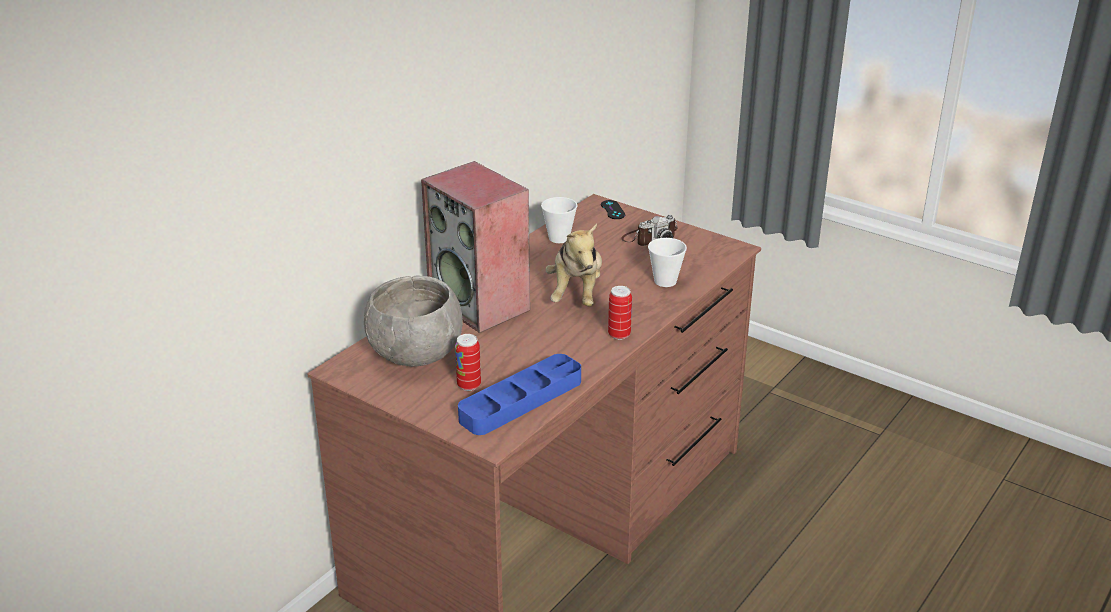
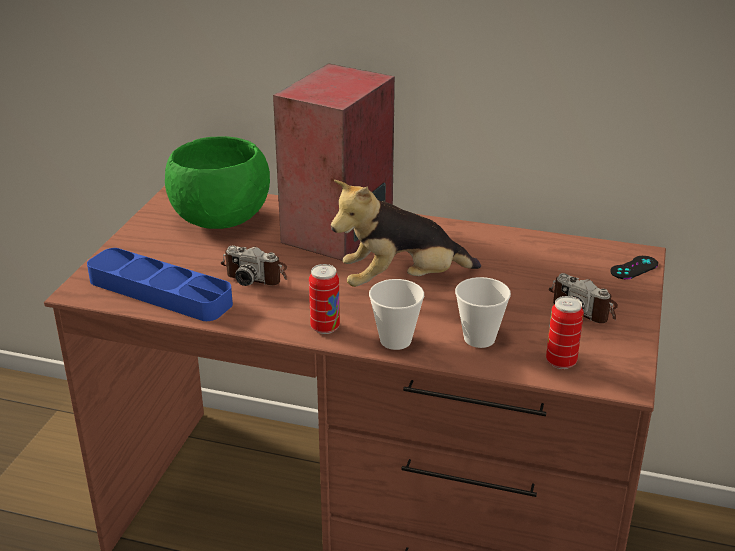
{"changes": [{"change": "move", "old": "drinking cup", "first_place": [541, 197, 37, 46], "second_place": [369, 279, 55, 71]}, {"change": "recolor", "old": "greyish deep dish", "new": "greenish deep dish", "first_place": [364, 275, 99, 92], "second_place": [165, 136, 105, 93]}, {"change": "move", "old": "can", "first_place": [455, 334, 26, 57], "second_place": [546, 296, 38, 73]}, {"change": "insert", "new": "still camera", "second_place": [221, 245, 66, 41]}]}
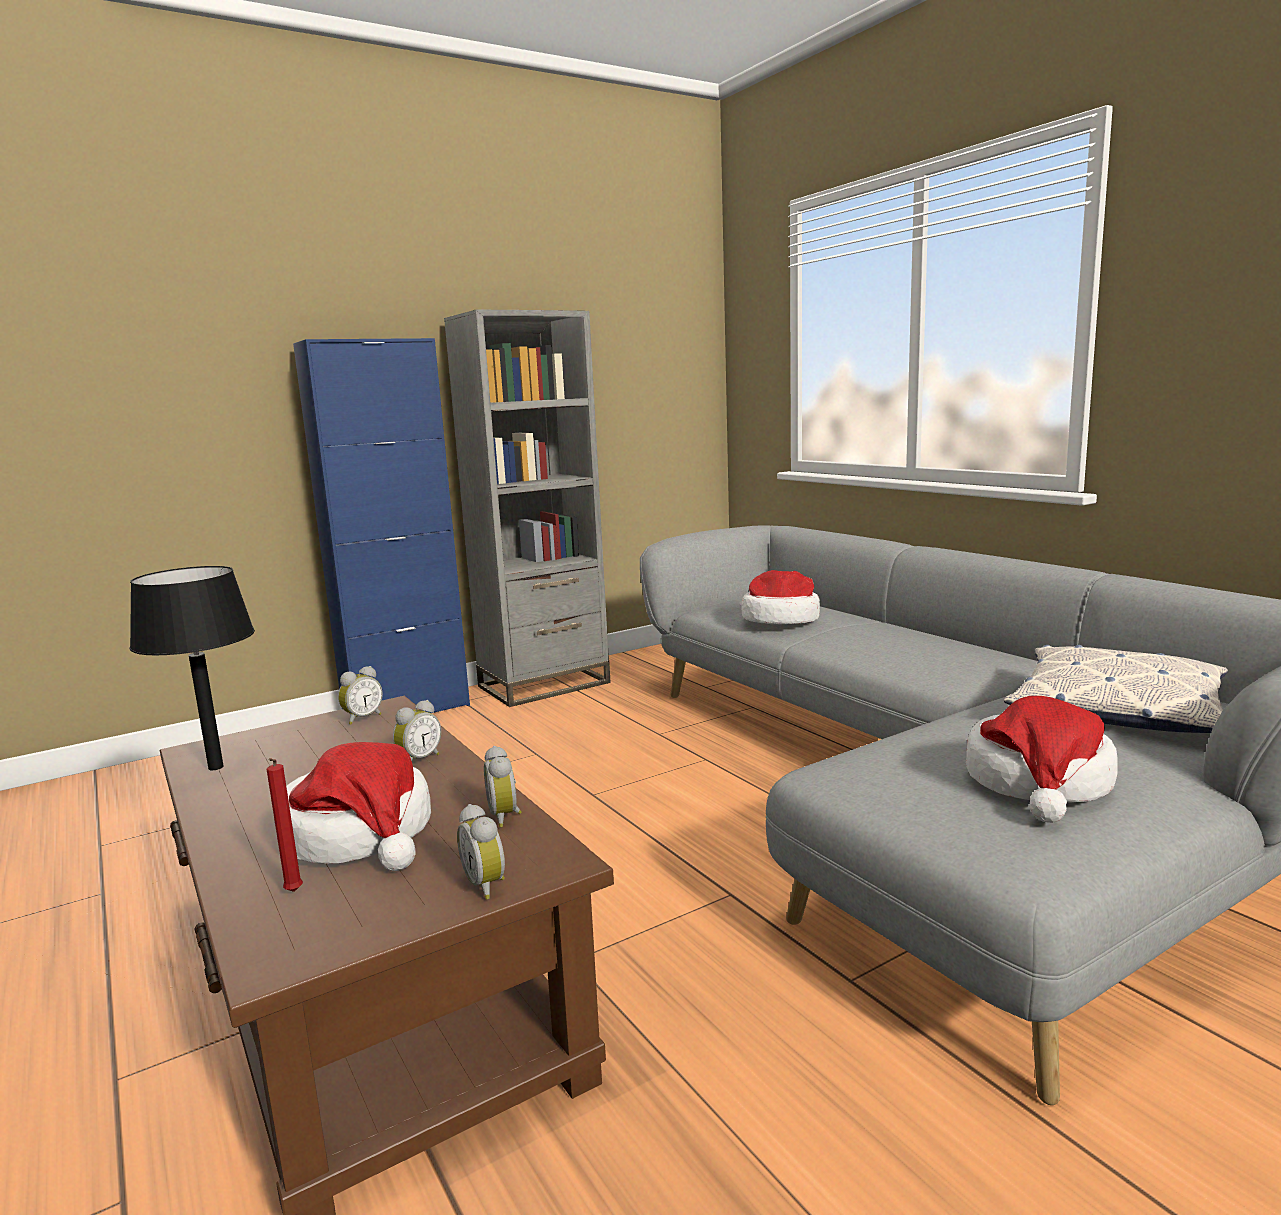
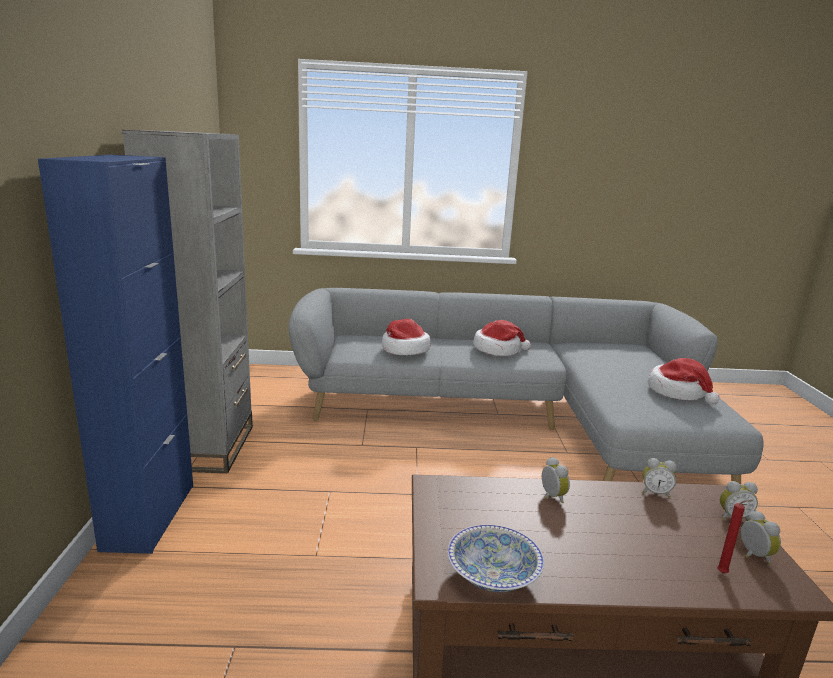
{"changes": [{"change": "replace", "old": "blackish lamp for a table", "new": "deep dish", "first_place": [130, 566, 125, 204], "second_place": [448, 525, 96, 67]}, {"change": "delete", "old": "pillow", "first_place": [1004, 645, 224, 88]}, {"change": "move", "old": "bedside clock", "first_place": [338, 666, 45, 59], "second_place": [741, 510, 40, 55]}, {"change": "move", "old": "hat", "first_place": [274, 742, 157, 129], "second_place": [473, 320, 58, 36]}]}
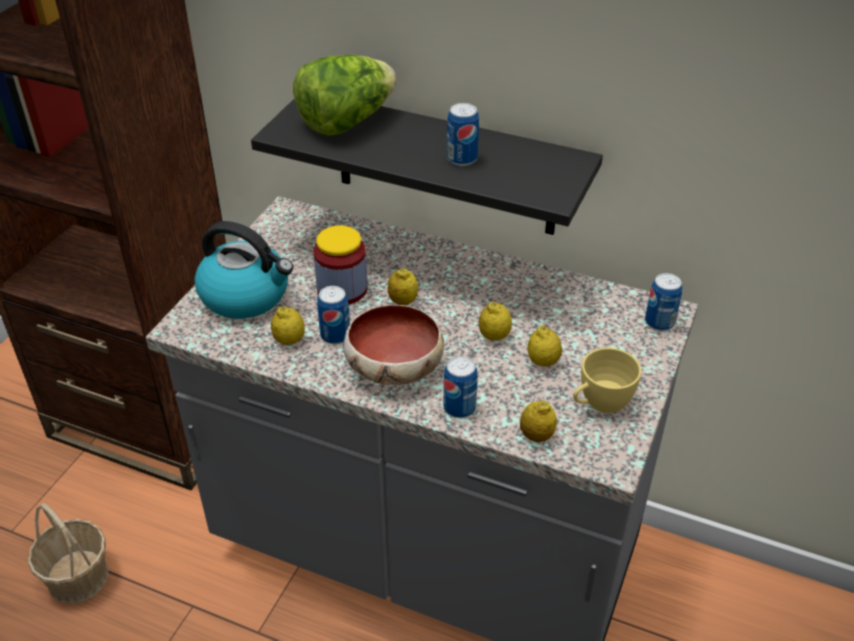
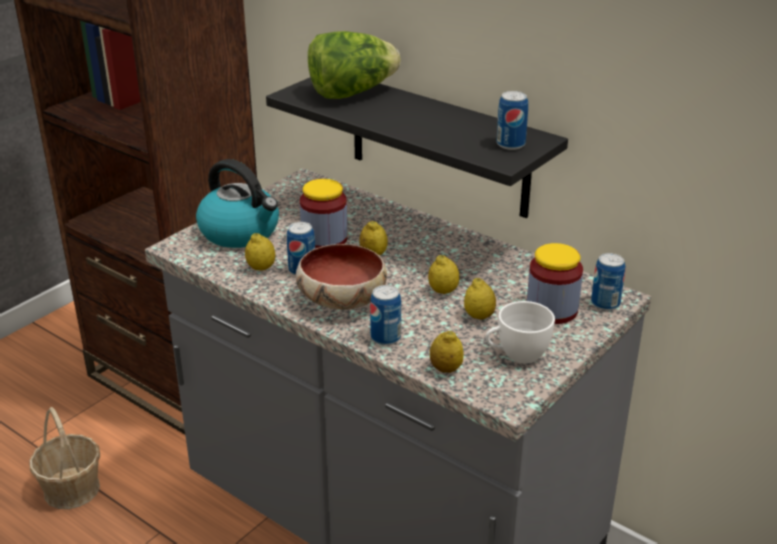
{"changes": [{"change": "move", "old": "can", "first_place": [447, 103, 32, 63], "second_place": [496, 91, 32, 59]}, {"change": "recolor", "old": "yellow drinking cup", "new": "whitish drinking cup", "first_place": [573, 348, 68, 65], "second_place": [486, 301, 69, 63]}, {"change": "insert", "new": "jar", "second_place": [527, 243, 56, 81]}]}
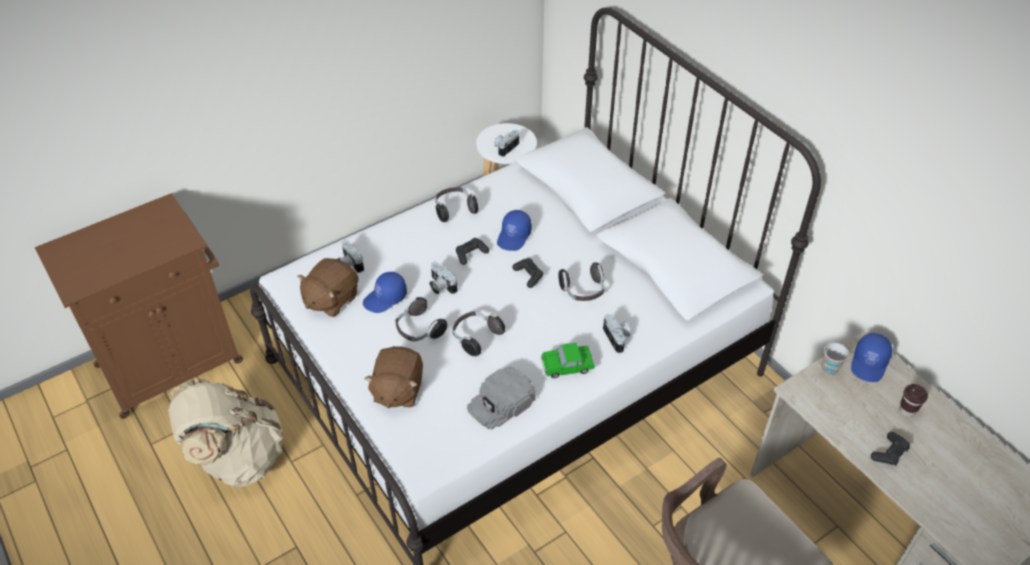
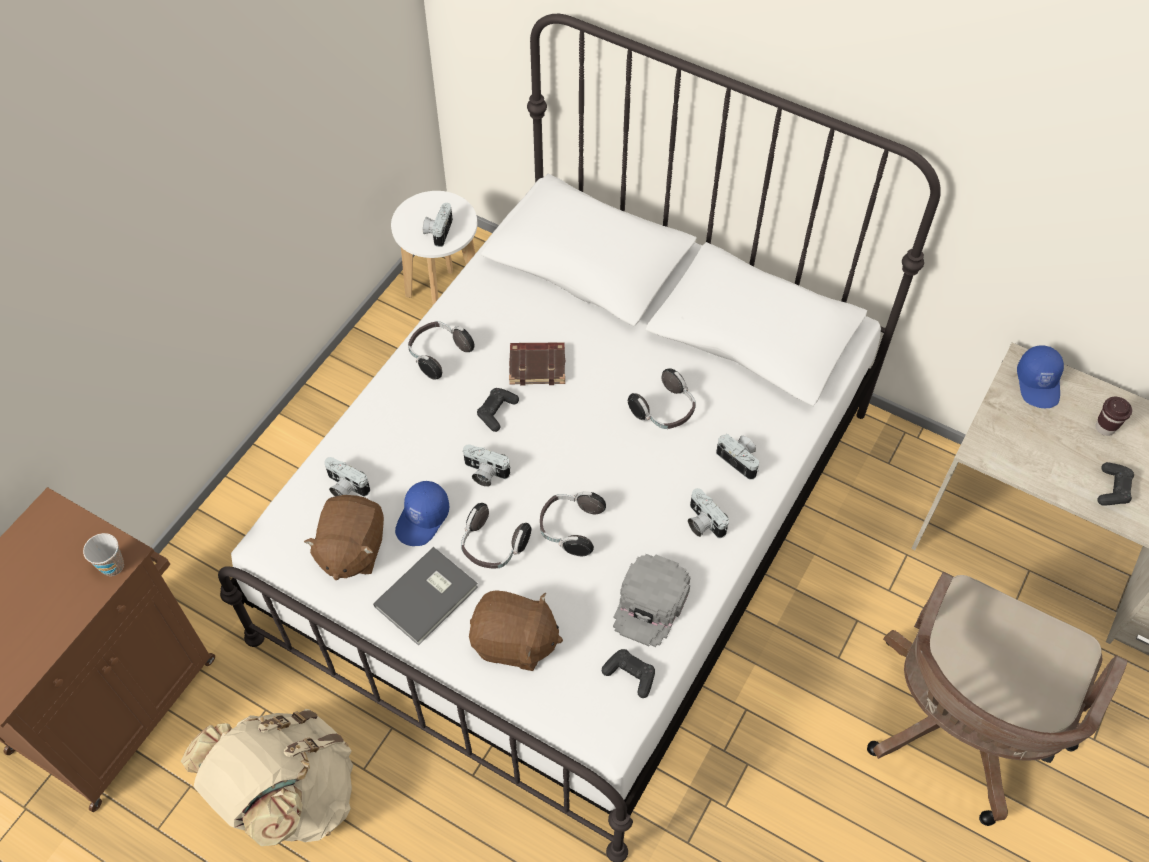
{"changes": [{"change": "replace", "old": "bluish baseball cap", "new": "brown-coloured volume", "first_place": [497, 210, 35, 41], "second_place": [509, 342, 56, 44]}, {"change": "move", "old": "blackish game controller", "first_place": [512, 258, 31, 30], "second_place": [602, 649, 53, 49]}, {"change": "move", "old": "drinking cup", "first_place": [822, 342, 27, 33], "second_place": [83, 533, 41, 43]}, {"change": "replace", "old": "toy car", "new": "still camera", "first_place": [541, 343, 54, 35], "second_place": [688, 488, 41, 50]}, {"change": "rotate", "old": "brown-coloured cuddly toy", "first_place": [364, 346, 59, 62], "second_place": [469, 590, 94, 81], "degrees": -60}, {"change": "insert", "new": "greyish volume", "second_place": [373, 547, 105, 99]}]}
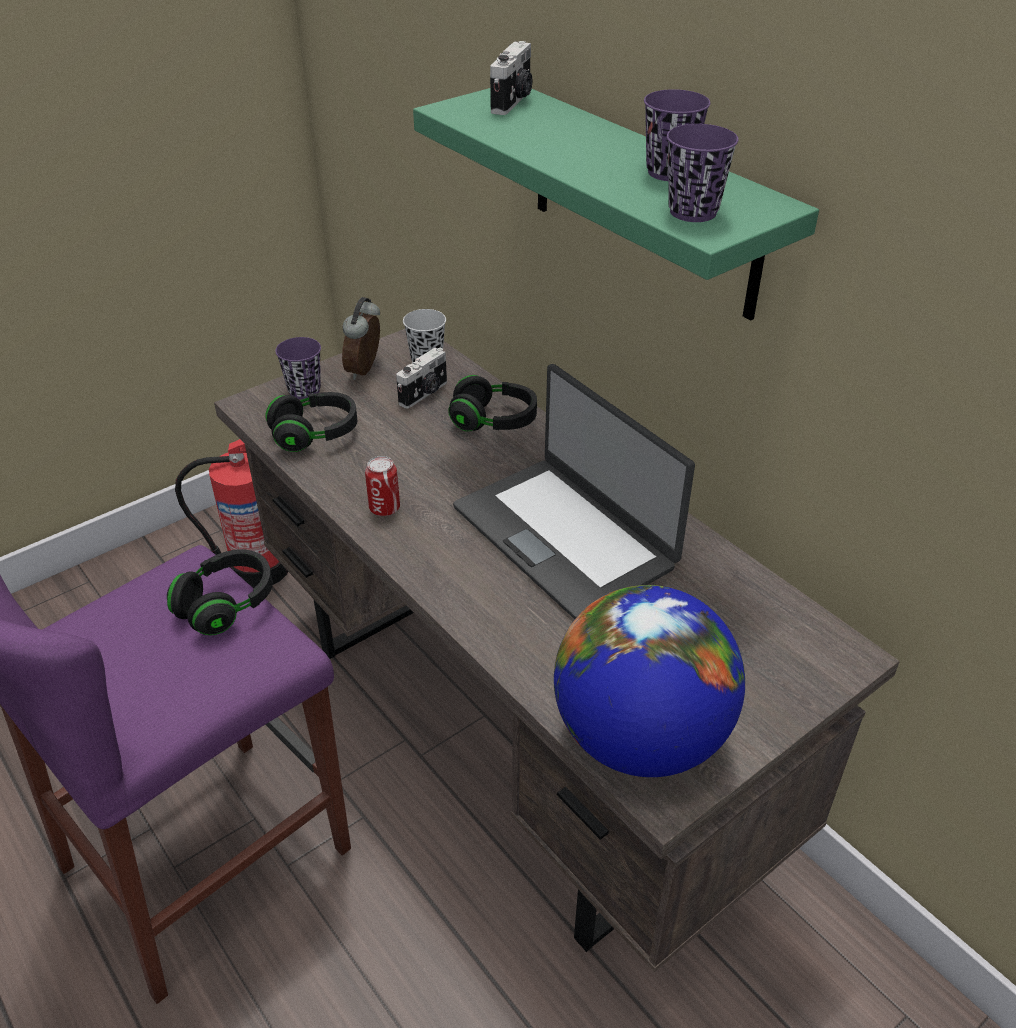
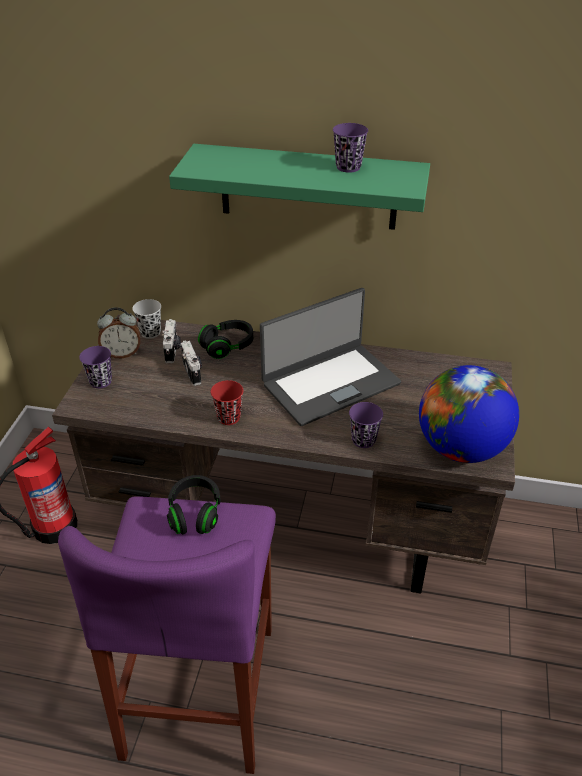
{"changes": [{"change": "move", "old": "still camera", "first_place": [490, 41, 42, 74], "second_place": [180, 341, 22, 45]}, {"change": "move", "old": "purple drinking cup", "first_place": [667, 124, 71, 98], "second_place": [349, 402, 34, 46]}, {"change": "rotate", "old": "bedside clock", "first_place": [342, 297, 38, 83], "second_place": [97, 307, 43, 51], "degrees": -75}, {"change": "rotate", "old": "notebook computer", "first_place": [453, 364, 242, 255], "second_place": [260, 288, 141, 138], "degrees": -45}, {"change": "delete", "old": "blackish pair of headphones", "first_place": [265, 392, 92, 60]}, {"change": "replace", "old": "can", "new": "red drinking cup", "first_place": [365, 456, 35, 60], "second_place": [211, 380, 32, 45]}]}
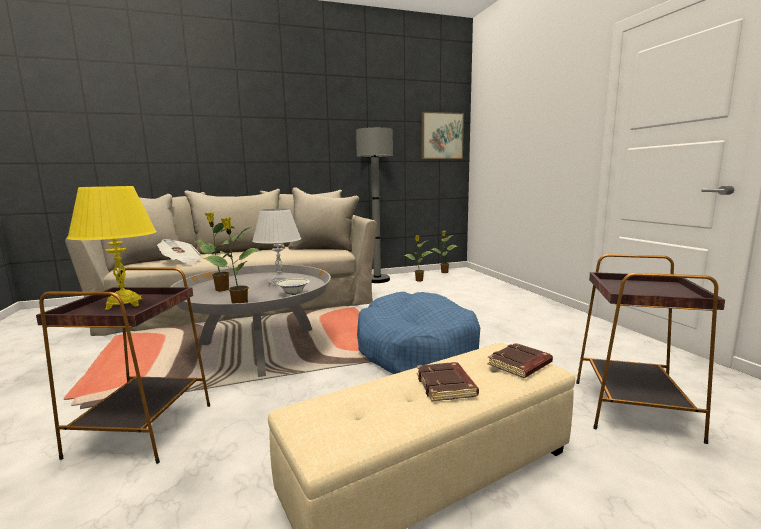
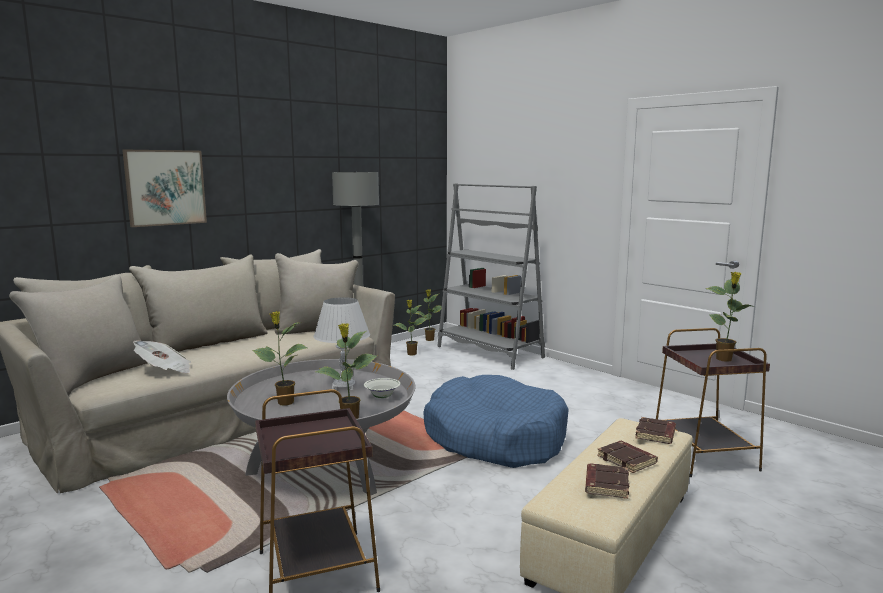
{"changes": [{"change": "move", "old": "wall picture", "first_place": [422, 112, 42, 47], "second_place": [122, 149, 85, 78]}, {"change": "delete", "old": "yellow lamp for a table", "first_place": [67, 186, 90, 124]}, {"change": "insert", "new": "greyish shelving unit", "second_place": [437, 183, 108, 187]}, {"change": "insert", "new": "houseplant", "second_place": [706, 272, 50, 90]}, {"change": "insert", "new": "brown-coloured volume", "second_place": [585, 464, 44, 35]}]}
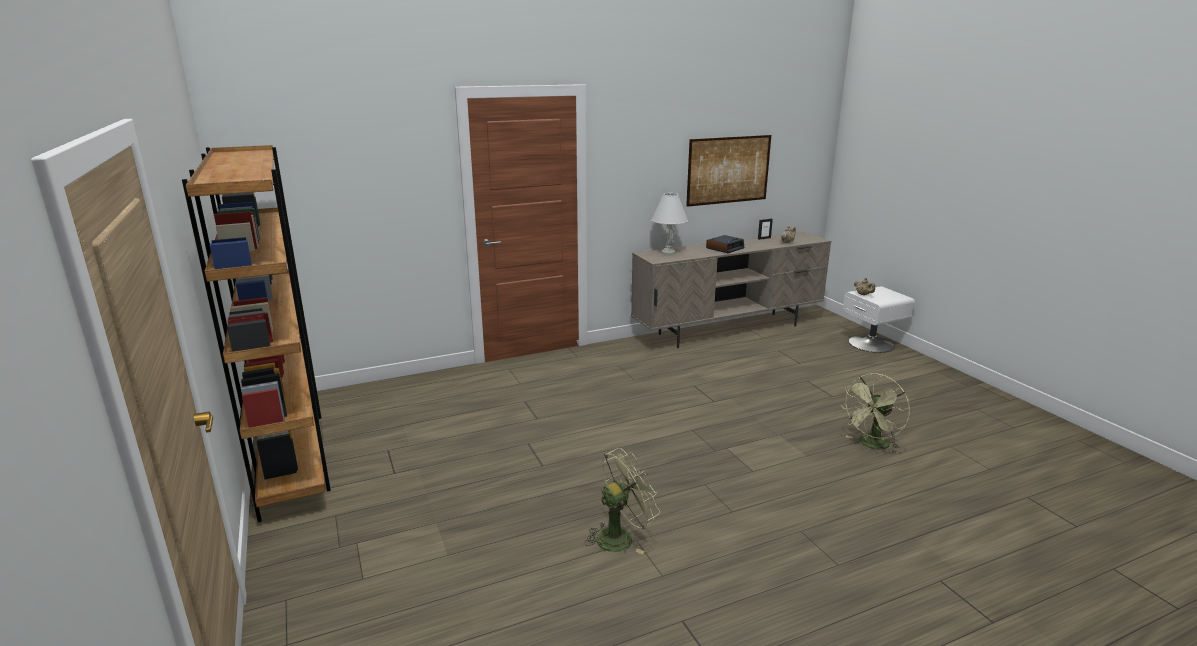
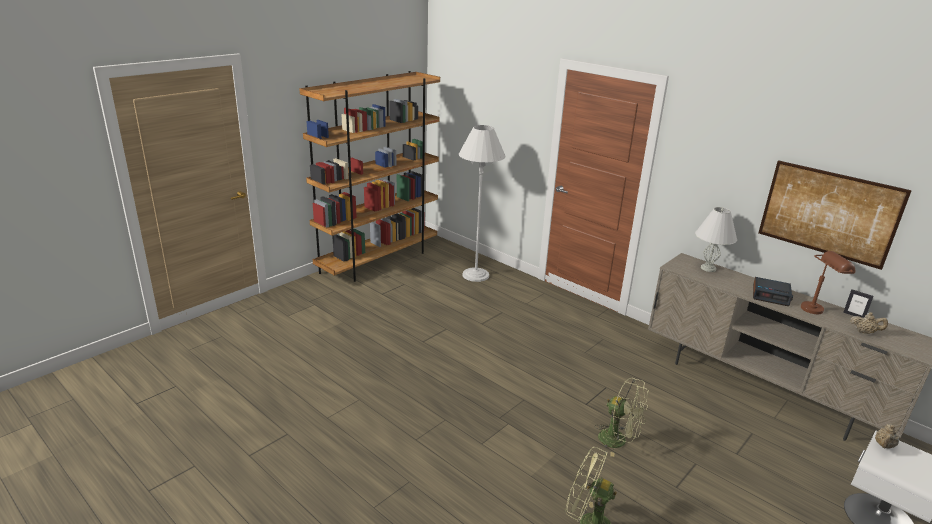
{"changes": [{"change": "move", "old": "greenish electric fan", "first_place": [584, 448, 76, 106], "second_place": [594, 378, 55, 79]}, {"change": "insert", "new": "whitish standard lamp", "second_place": [459, 125, 47, 157]}, {"change": "insert", "new": "brown-coloured lamp for a table", "second_place": [801, 251, 54, 63]}]}
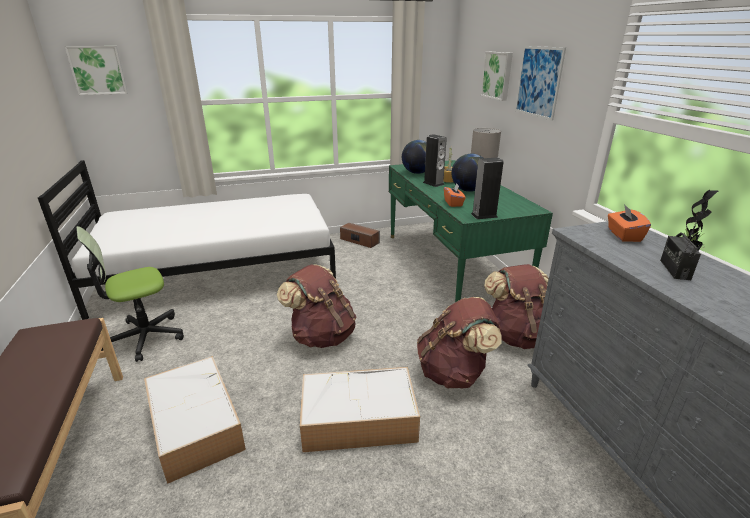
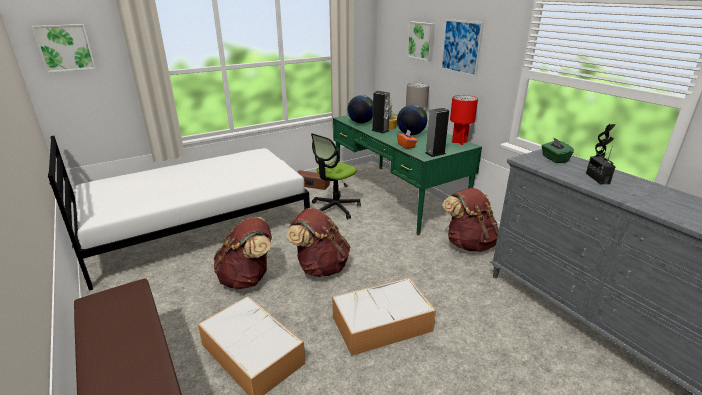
{"changes": [{"change": "recolor", "old": "orangey tissue holder", "new": "greenish tissue holder", "first_place": [608, 204, 43, 38], "second_place": [542, 137, 32, 26]}, {"change": "move", "old": "desk chair", "first_place": [76, 226, 108, 136], "second_place": [311, 133, 50, 86]}, {"change": "move", "old": "brown-coloured backpack", "first_place": [417, 297, 85, 92], "second_place": [214, 217, 58, 72]}, {"change": "insert", "new": "red lamp for a table", "second_place": [450, 95, 28, 50]}]}
